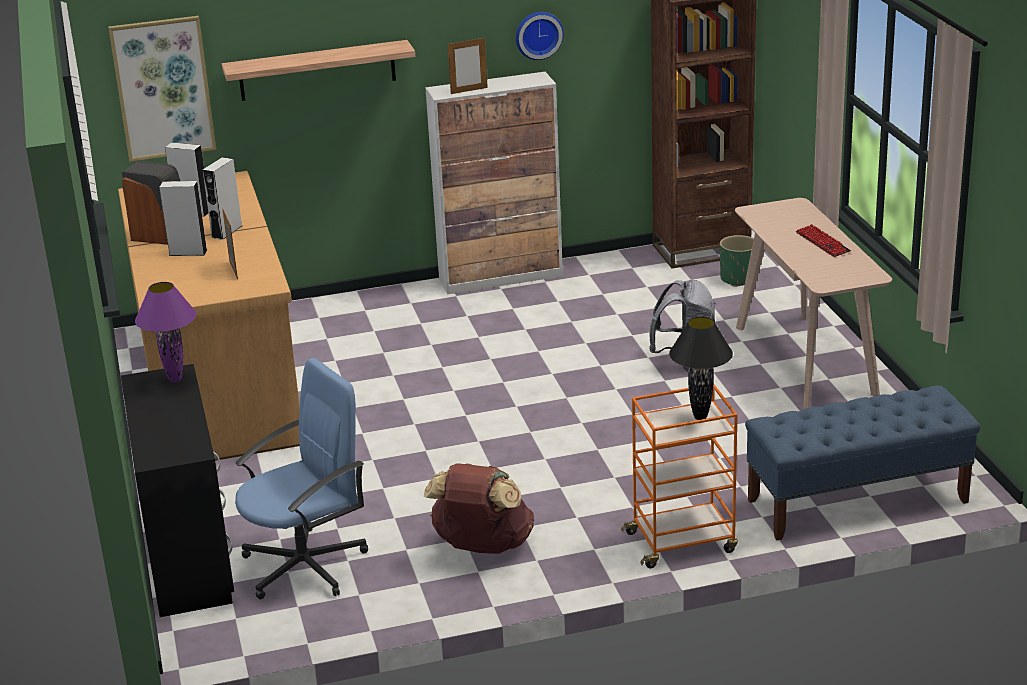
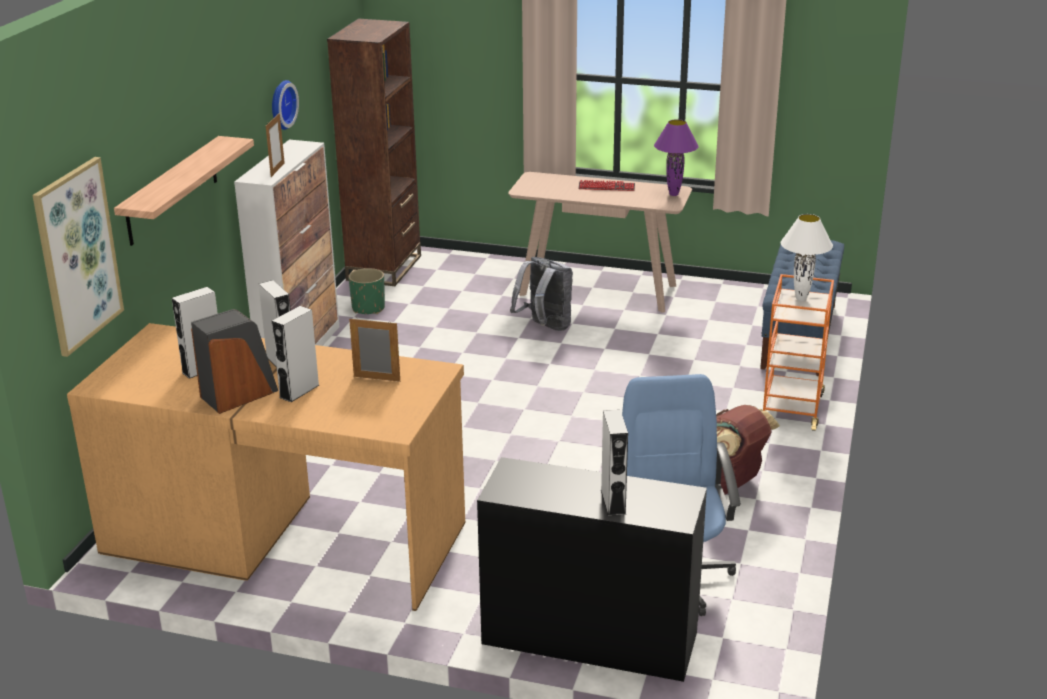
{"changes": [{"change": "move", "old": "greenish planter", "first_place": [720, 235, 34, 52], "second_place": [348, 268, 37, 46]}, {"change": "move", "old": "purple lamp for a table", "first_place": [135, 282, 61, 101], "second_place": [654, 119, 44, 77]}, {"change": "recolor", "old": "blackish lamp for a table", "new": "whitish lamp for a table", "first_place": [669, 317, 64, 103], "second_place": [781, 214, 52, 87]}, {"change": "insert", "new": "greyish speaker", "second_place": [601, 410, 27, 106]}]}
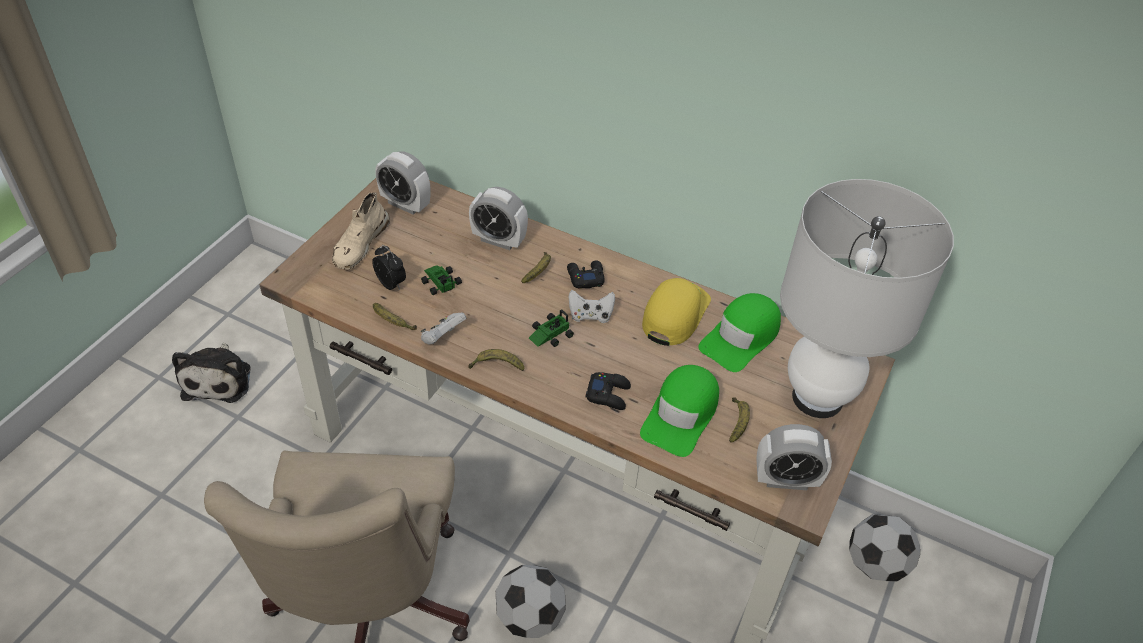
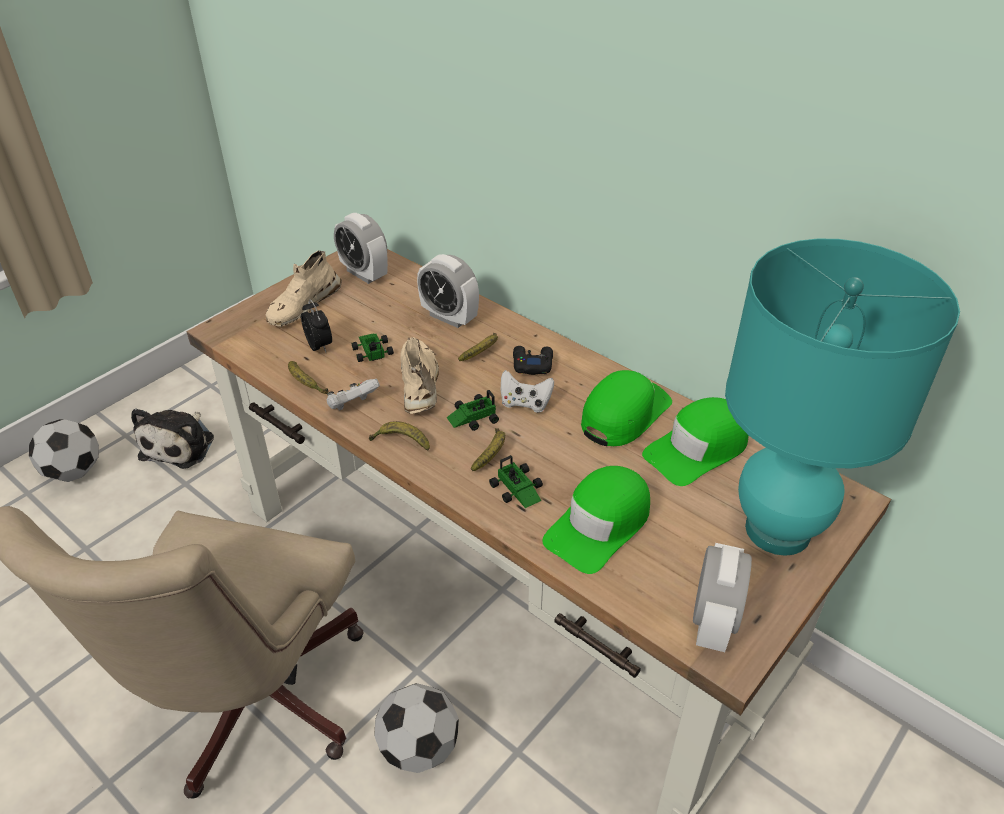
{"changes": [{"change": "recolor", "old": "whitish lamp for a table", "new": "blue-green lamp for a table", "first_place": [780, 179, 174, 239], "second_place": [725, 239, 235, 317]}, {"change": "recolor", "old": "yellow baseball cap", "new": "greenish baseball cap", "first_place": [642, 278, 69, 68], "second_place": [581, 370, 91, 76]}, {"change": "replace", "old": "blackish game controller", "new": "toy car", "first_place": [585, 372, 46, 38], "second_place": [489, 455, 54, 53]}, {"change": "move", "old": "banana", "first_place": [729, 397, 21, 46], "second_place": [471, 428, 34, 43]}, {"change": "rotate", "old": "bedside clock", "first_place": [757, 424, 75, 66], "second_place": [693, 543, 59, 109], "degrees": -90}, {"change": "move", "old": "football ball", "first_place": [849, 514, 71, 68], "second_place": [29, 419, 70, 63]}, {"change": "insert", "new": "beige-coloured item of footwear", "second_place": [400, 337, 39, 77]}]}
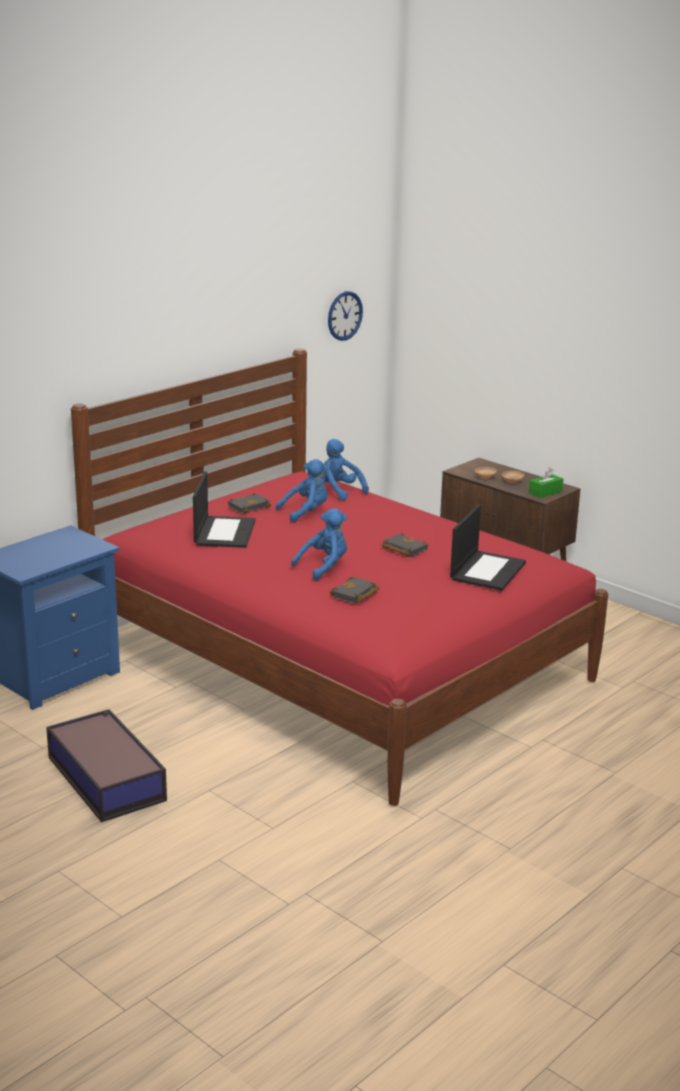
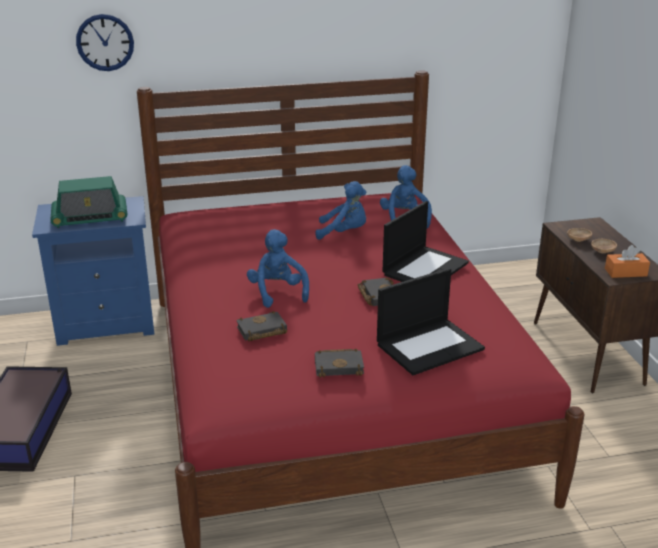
{"changes": [{"change": "move", "old": "clock on the wall", "first_place": [328, 291, 35, 50], "second_place": [76, 14, 58, 57]}, {"change": "recolor", "old": "greenish tissue holder", "new": "orangey tissue holder", "first_place": [529, 467, 34, 31], "second_place": [605, 245, 45, 33]}, {"change": "move", "old": "notebook computer", "first_place": [193, 471, 63, 77], "second_place": [382, 201, 87, 81]}, {"change": "move", "old": "blackish volume", "first_place": [228, 493, 43, 21], "second_place": [315, 349, 49, 29]}, {"change": "rotate", "old": "bluish cuddly toy", "first_place": [291, 508, 56, 73], "second_place": [247, 229, 62, 79], "degrees": -105}, {"change": "insert", "new": "radio set", "second_place": [50, 176, 77, 52]}]}
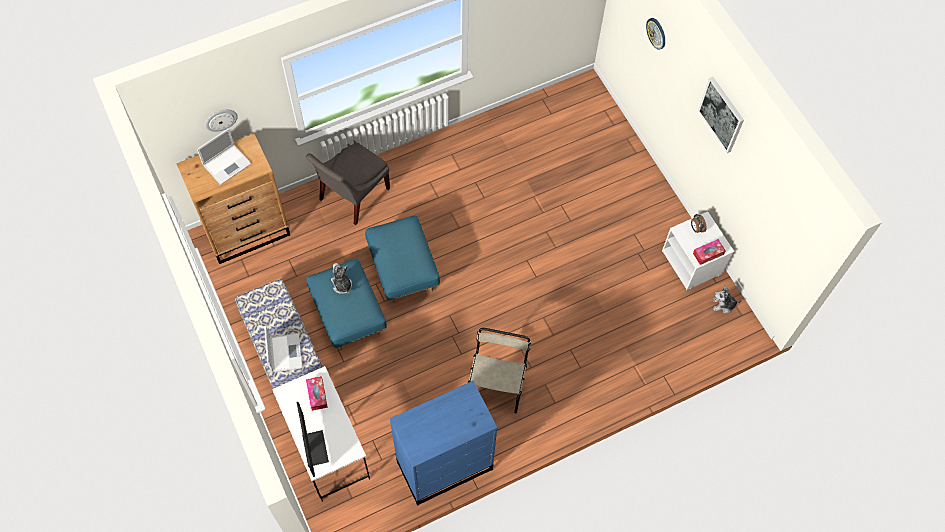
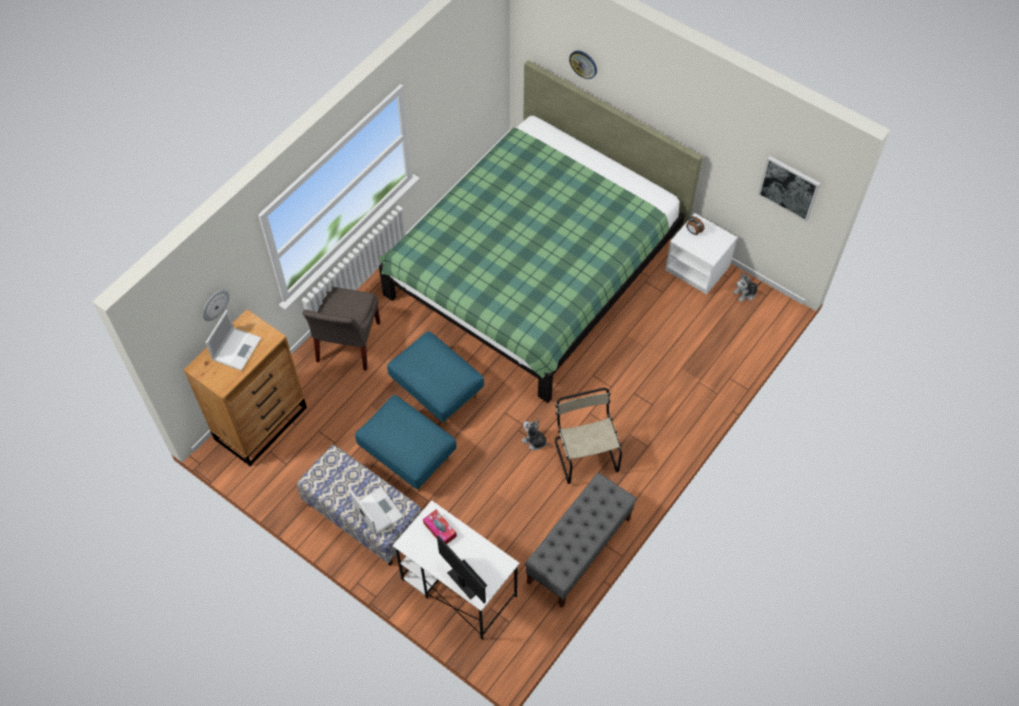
{"changes": [{"change": "move", "old": "wall picture", "first_place": [698, 77, 46, 76], "second_place": [758, 156, 63, 66]}, {"change": "delete", "old": "tissue holder", "first_place": [693, 239, 33, 26]}, {"change": "move", "old": "cuddly toy", "first_place": [331, 263, 21, 31], "second_place": [521, 419, 29, 31]}, {"change": "replace", "old": "bluish drawer chest", "new": "greyish bench", "first_place": [390, 381, 108, 125], "second_place": [525, 473, 112, 135]}, {"change": "insert", "new": "greenish bedroom bed", "second_place": [379, 60, 324, 343]}]}
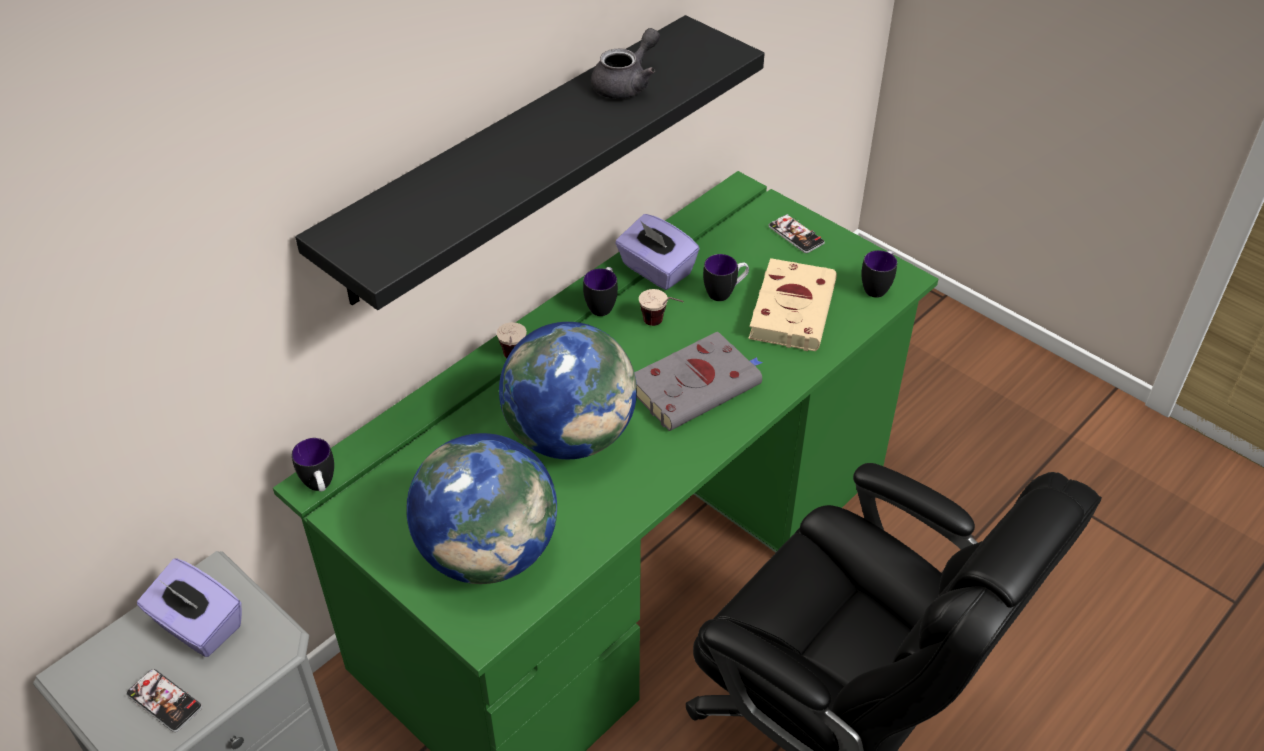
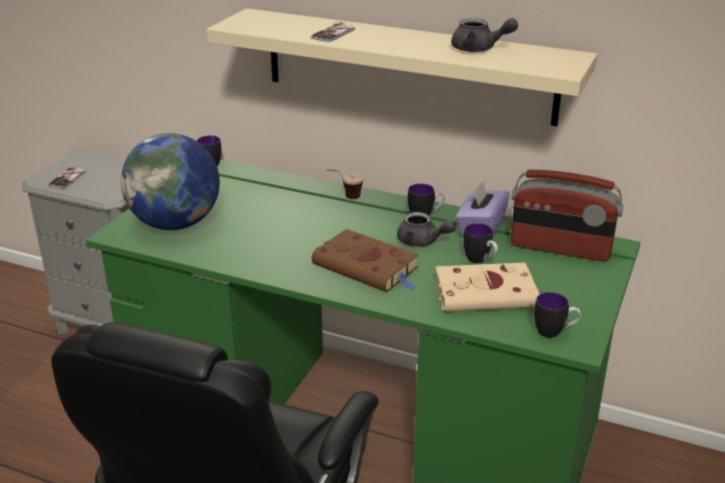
{"changes": [{"change": "recolor", "old": "blackish bracket shelf", "new": "beige-coloured bracket shelf", "first_place": [295, 15, 470, 295], "second_place": [206, 8, 392, 118]}, {"change": "move", "old": "telephone", "first_place": [768, 214, 57, 39], "second_place": [311, 21, 44, 21]}, {"change": "replace", "old": "drinking cup", "new": "greyish pot for tea", "first_place": [639, 289, 45, 37], "second_place": [397, 212, 59, 35]}, {"change": "delete", "old": "world globe", "first_place": [499, 322, 138, 137]}, {"change": "recolor", "old": "greyish volume", "new": "brown-coloured volume", "first_place": [635, 331, 128, 100], "second_place": [312, 229, 107, 63]}, {"change": "delete", "old": "purple tissue holder", "first_place": [137, 558, 105, 99]}, {"change": "insert", "new": "radio set", "second_place": [511, 170, 112, 91]}]}
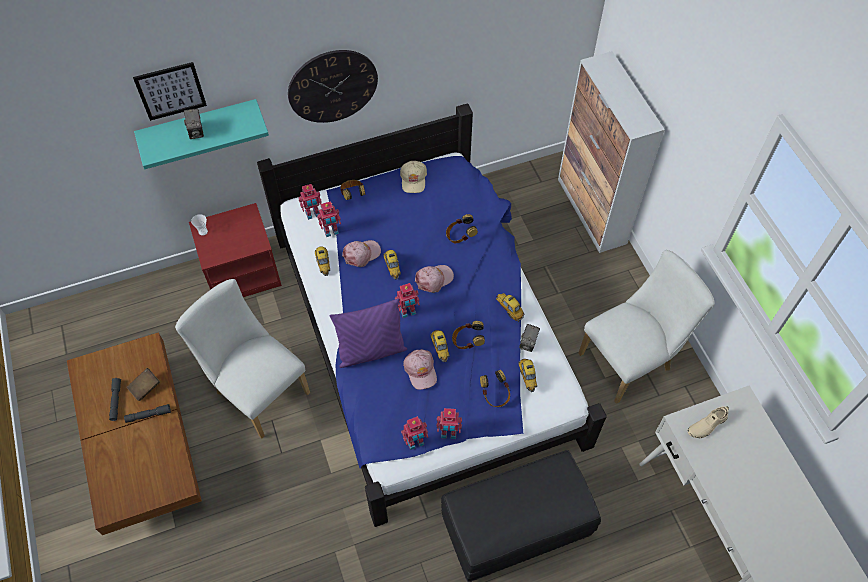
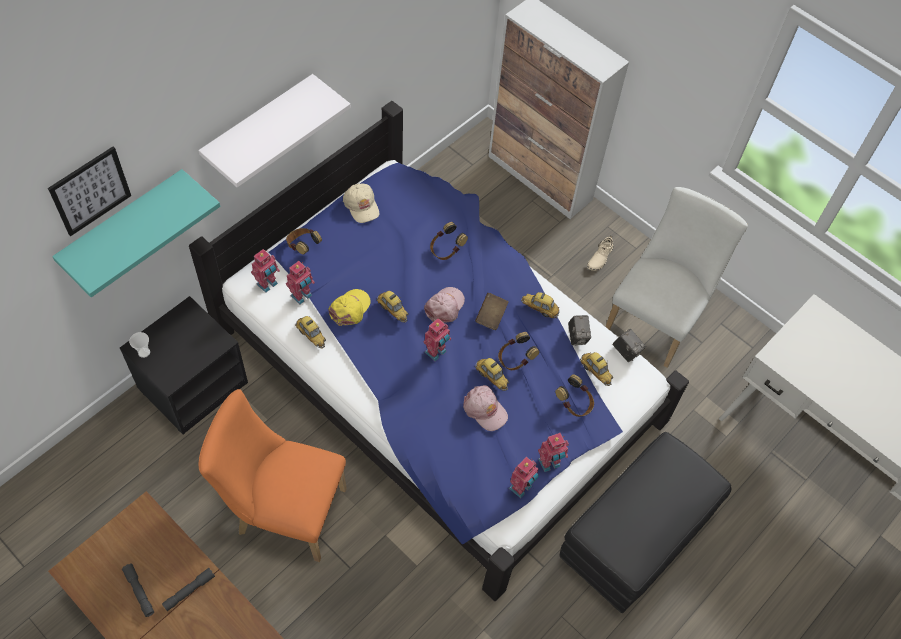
{"changes": [{"change": "replace", "old": "clock on the wall", "new": "whitish bracket shelf", "first_place": [288, 50, 90, 73], "second_place": [198, 74, 153, 113]}, {"change": "move", "old": "still camera", "first_place": [184, 108, 20, 31], "second_place": [613, 329, 33, 33]}, {"change": "recolor", "old": "red nightstand", "new": "blackish nightstand", "first_place": [189, 203, 93, 94], "second_place": [120, 296, 128, 139]}, {"change": "recolor", "old": "pink baseball cap", "new": "yellow baseball cap", "first_place": [342, 240, 39, 27], "second_place": [328, 289, 43, 37]}, {"change": "recolor", "old": "whitish plain chair", "new": "orangey plain chair", "first_place": [175, 279, 135, 159], "second_place": [199, 389, 148, 173]}, {"change": "delete", "old": "purple pillow", "first_place": [330, 299, 77, 69]}, {"change": "move", "old": "brown-coloured volume", "first_place": [127, 368, 33, 33], "second_place": [475, 293, 34, 37]}, {"change": "move", "old": "beige-coloured item of footwear", "first_place": [687, 406, 42, 32], "second_place": [587, 236, 26, 35]}]}
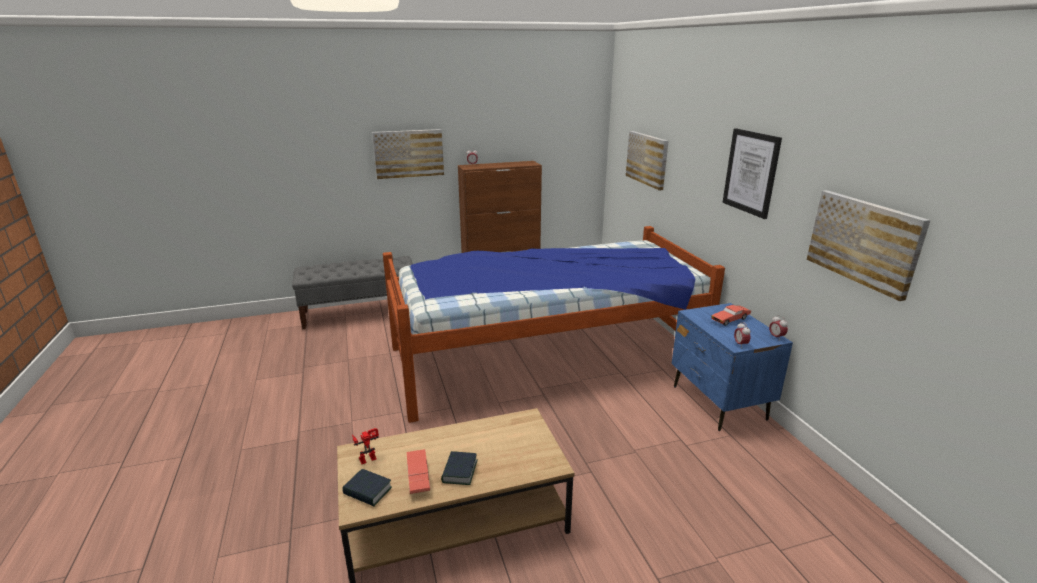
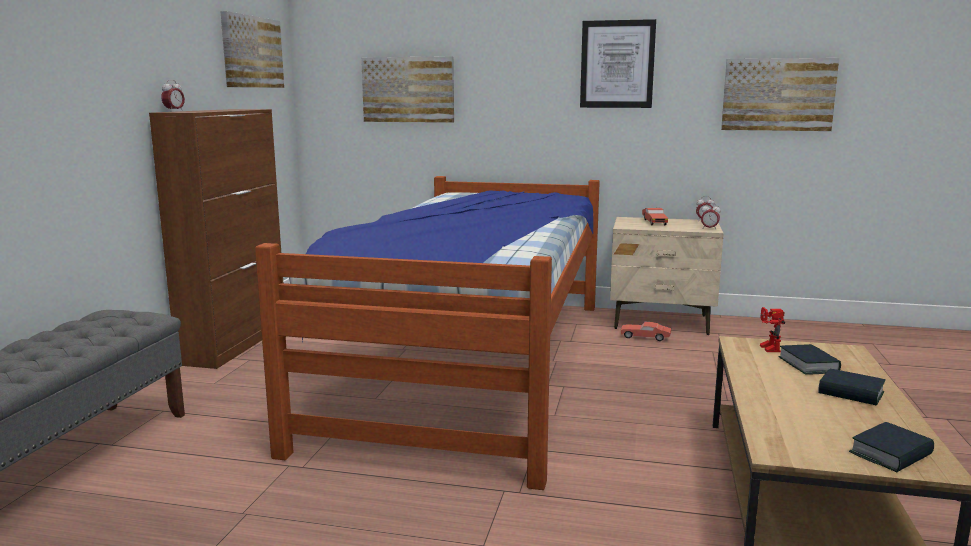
{"changes": [{"change": "move", "old": "wall picture", "first_place": [372, 129, 72, 50], "second_place": [220, 11, 64, 77]}, {"change": "recolor", "old": "bluish nightstand", "new": "beige-coloured nightstand", "first_place": [672, 303, 121, 128], "second_place": [610, 217, 114, 118]}, {"change": "move", "old": "model robot", "first_place": [352, 428, 27, 36], "second_place": [760, 307, 25, 45]}, {"change": "move", "old": "red toy car", "first_place": [407, 449, 23, 45], "second_place": [620, 322, 51, 19]}, {"change": "insert", "new": "volume", "second_place": [779, 344, 62, 31]}]}
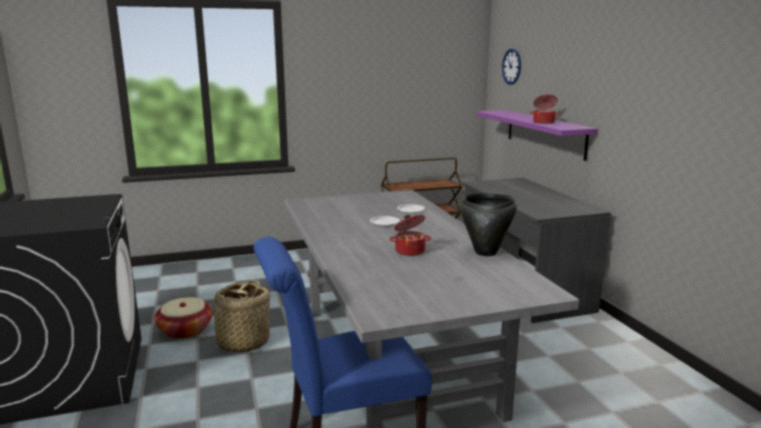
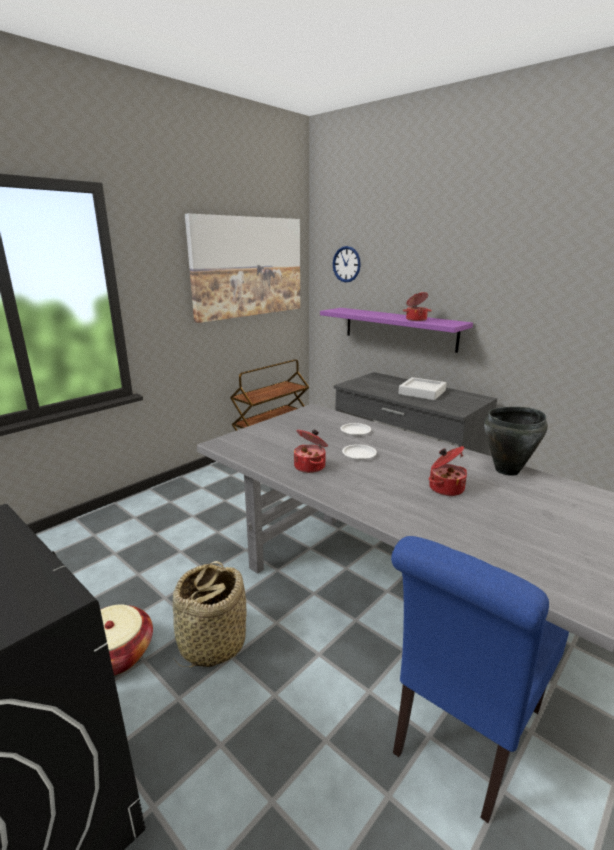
{"changes": [{"change": "insert", "new": "wall picture", "second_place": [185, 214, 115, 109]}, {"change": "insert", "new": "greyish carrying tray", "second_place": [398, 377, 49, 23]}, {"change": "insert", "new": "stockpot", "second_place": [294, 430, 34, 43]}]}
